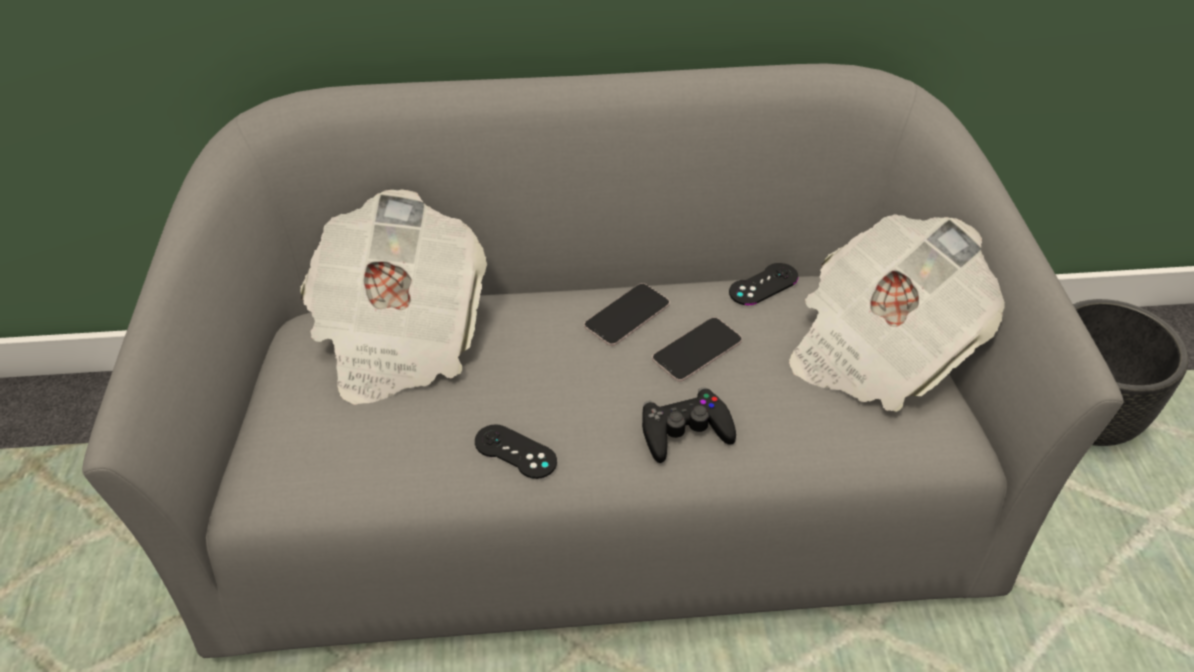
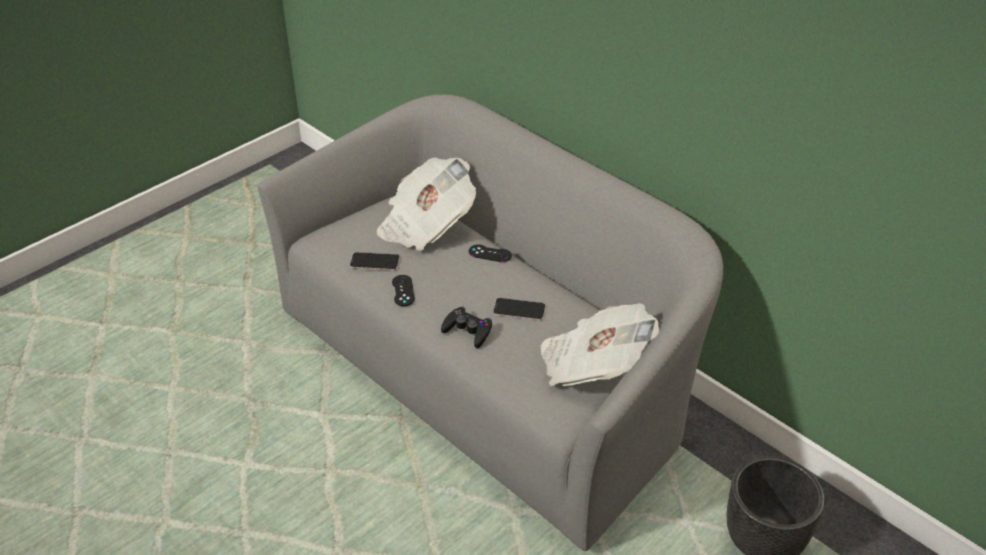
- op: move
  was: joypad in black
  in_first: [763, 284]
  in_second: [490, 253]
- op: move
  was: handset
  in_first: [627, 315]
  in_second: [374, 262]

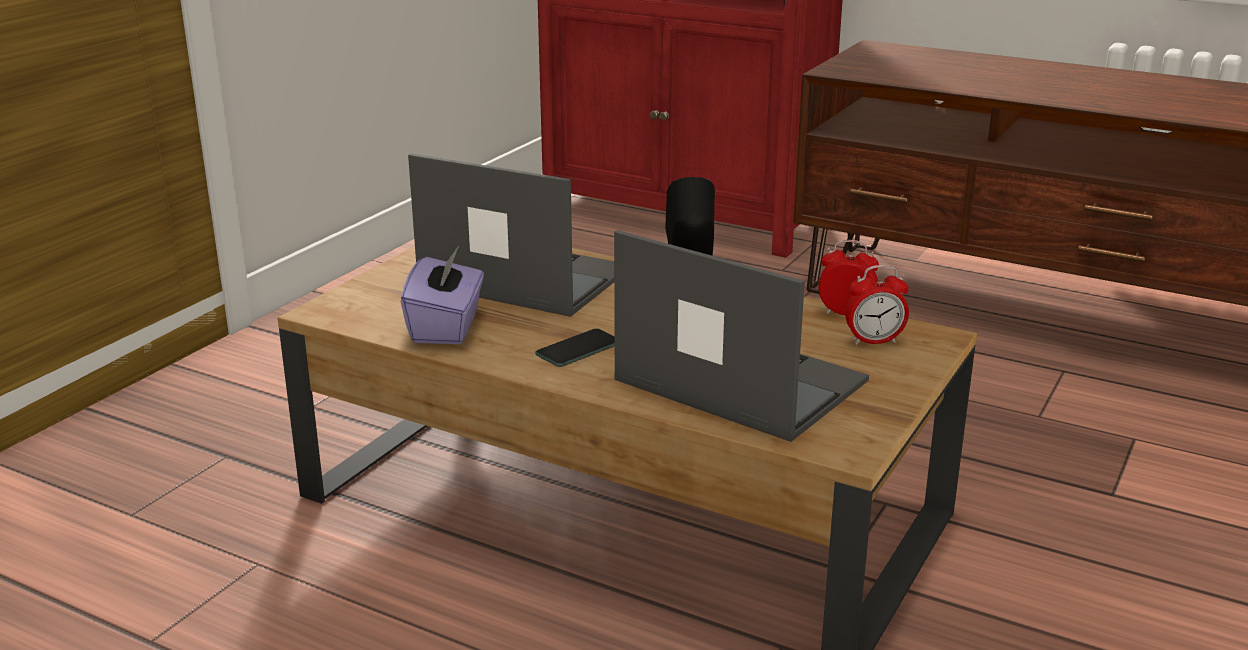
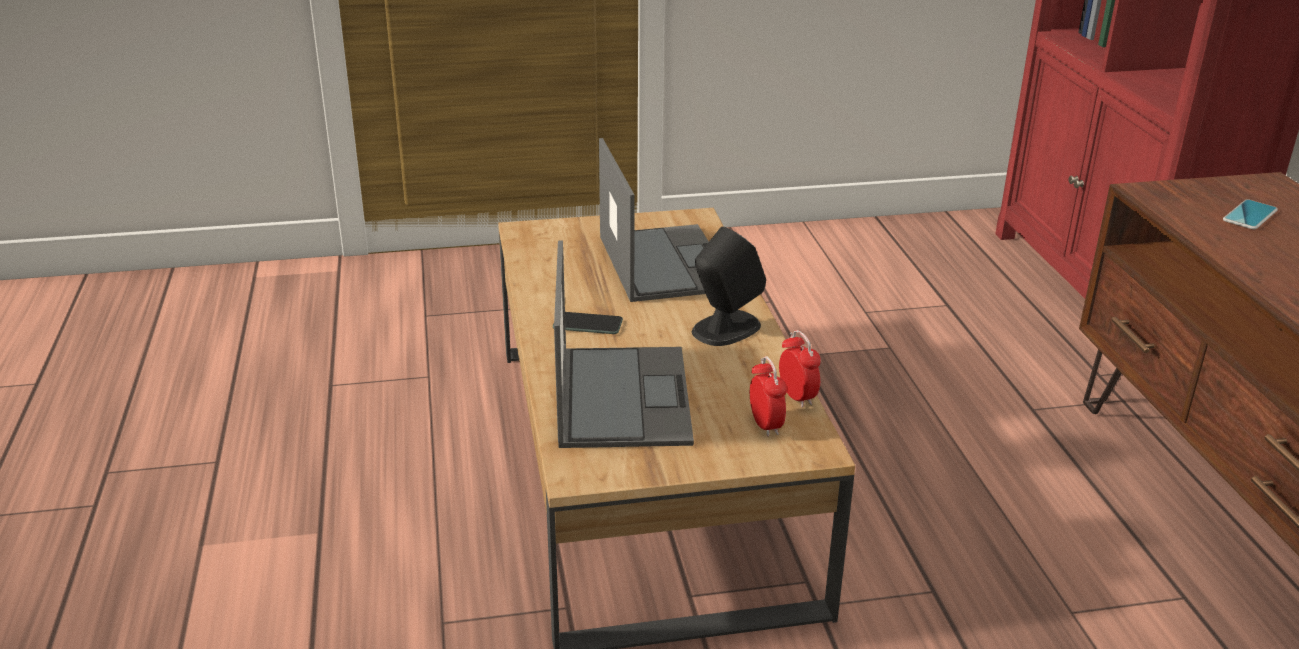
- op: delete
  was: tissue box in purplish
  in_first: [447, 327]
- op: rotate
  was: bedside clock
  in_first: [874, 341]
  in_second: [765, 425]
  clockwise: -150
- op: insert
  now: handset
  in_second: [1249, 215]

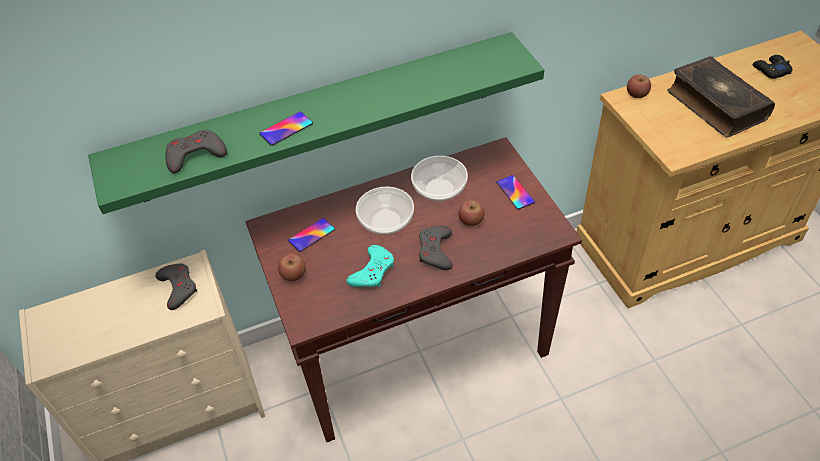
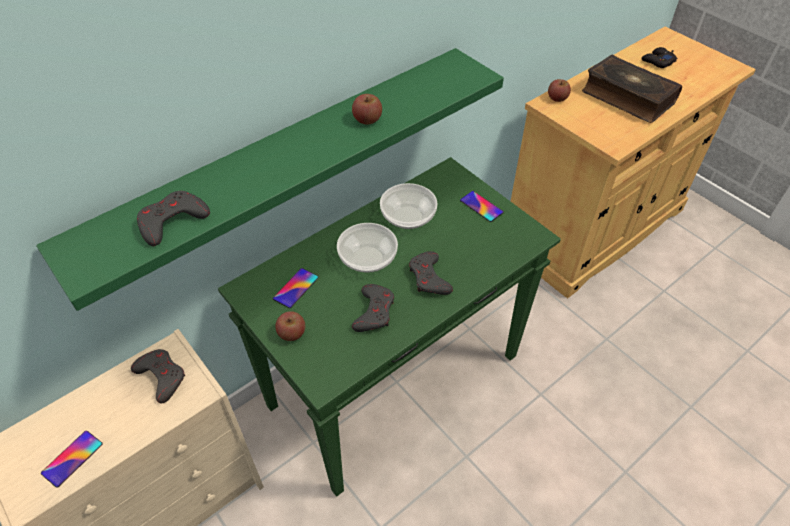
- op: move
  was: handset
  in_first: [286, 129]
  in_second: [72, 458]
- op: recolor
  was: console table in brown
  now: console table in greenish
  in_first: [419, 348]
  in_second: [395, 379]
- op: move
  was: apple
  in_first: [471, 220]
  in_second: [367, 119]
- op: recolor
  was: joypad in turquoise-coloured
  now: joypad in grey
  in_first: [372, 271]
  in_second: [374, 311]

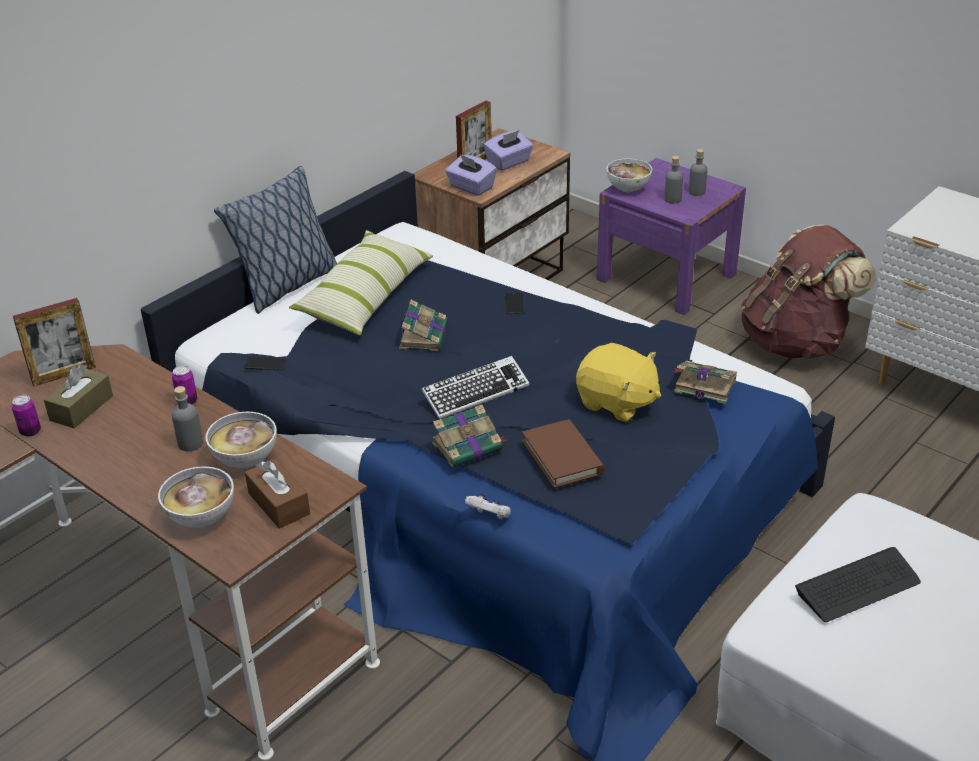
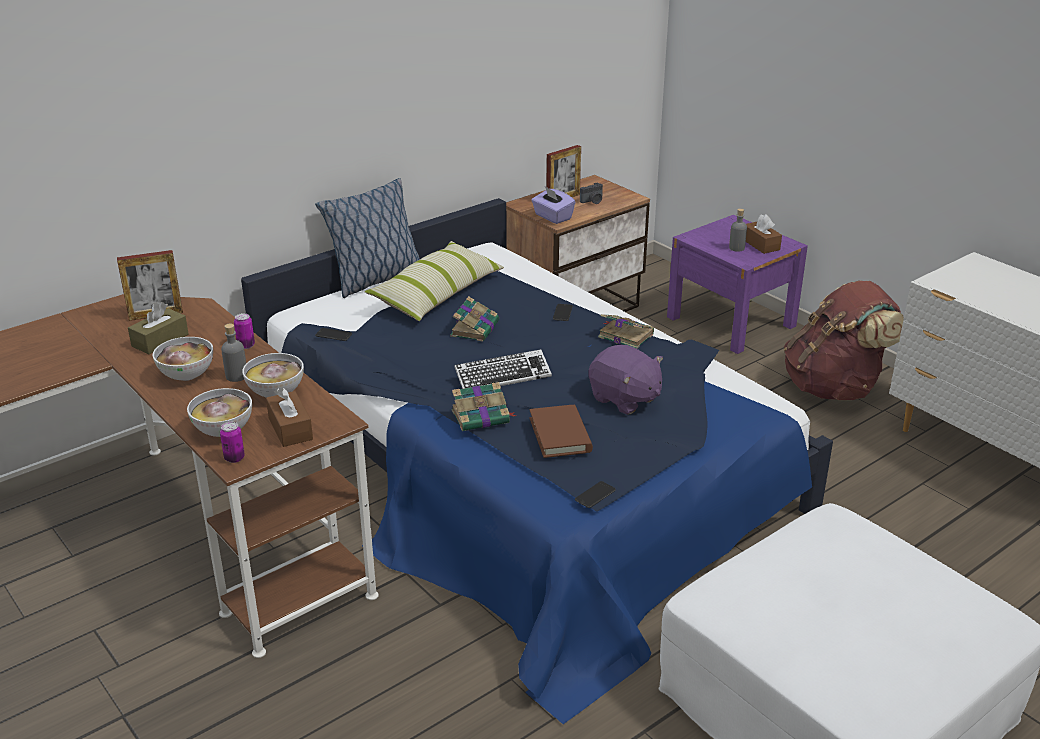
- op: replace
  was: tissue box in purplish
  now: still camera
  in_first: [509, 162]
  in_second: [592, 201]
- op: replace
  was: bottle in grey
  now: tissue box in brown
  in_first: [696, 192]
  in_second: [760, 244]
- op: move
  was: serving bowl
  in_first: [628, 189]
  in_second: [187, 375]
- op: recolor
  was: soft toy in yellow
  now: soft toy in purplish
  in_first: [616, 403]
  in_second: [624, 399]
- op: move
  was: bound book
  in_first: [703, 385]
  in_second: [624, 335]
- op: move
  was: sealed can
  in_first: [30, 431]
  in_second: [234, 458]
- op: delete
  was: joypad in white
  in_first: [490, 516]
- op: delete
  was: keyboard
  in_first: [858, 586]
- op: insert
  now: handset
  in_second: [595, 495]

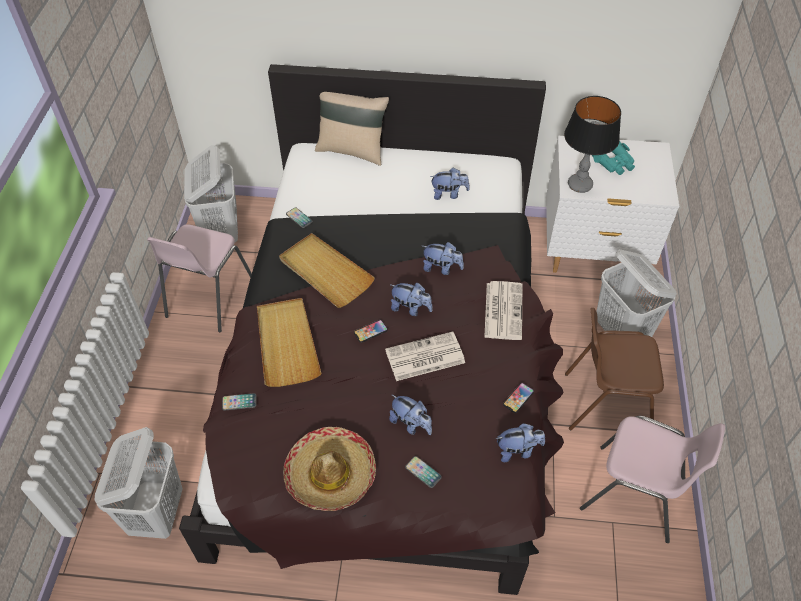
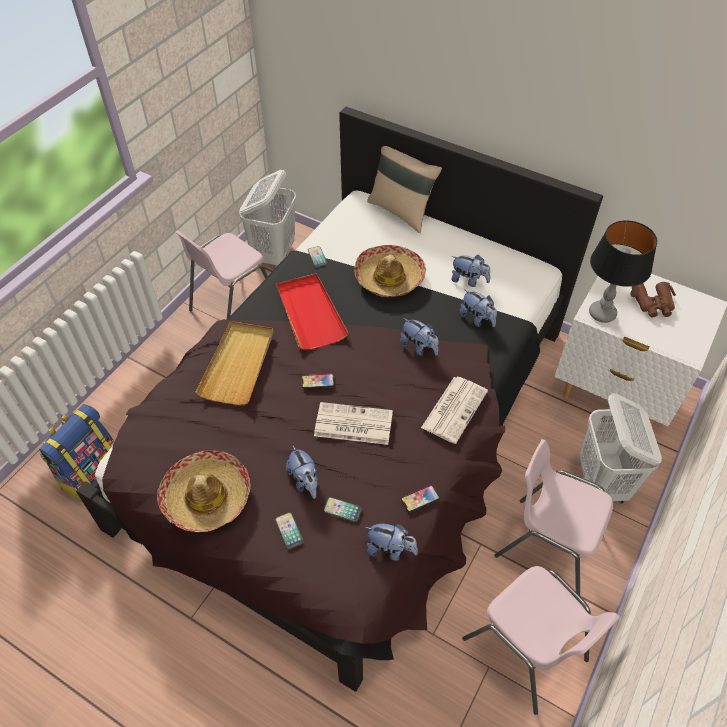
- op: recolor
  was: pair of binoculars in turquoise-coloured
  now: pair of binoculars in brown
  in_first: [614, 163]
  in_second: [653, 304]
- op: recolor
  was: serving tray in beige
  now: serving tray in reddish
  in_first: [325, 272]
  in_second: [310, 313]
- op: move
  was: soft toy
  in_first: [410, 308]
  in_second: [477, 319]
- op: recolor
  was: upright chair in brown
  now: upright chair in pink-coloured
  in_first: [606, 402]
  in_second: [547, 545]
- op: move
  was: handset
  in_first: [239, 402]
  in_second: [342, 510]
- op: replace
  was: laundry basket in white
  now: backpack
  in_first: [157, 513]
  in_second: [93, 473]
- op: insert
  now: wearable hat
  in_second: [389, 277]

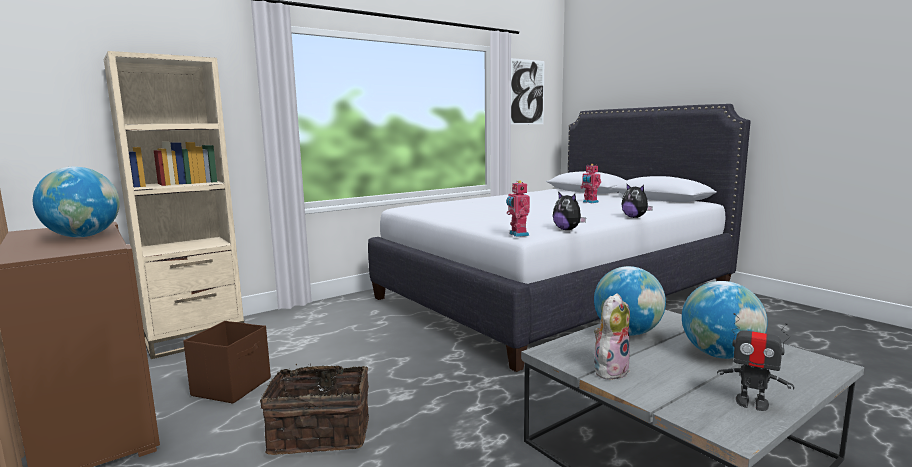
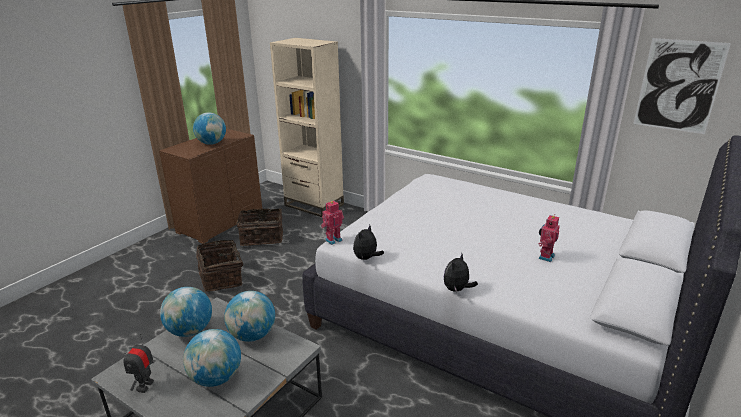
- op: replace
  was: soft toy
  now: world globe
  in_first: [610, 370]
  in_second: [190, 331]
- op: replace
  was: storage box in brown
  now: basket
  in_first: [233, 386]
  in_second: [262, 237]

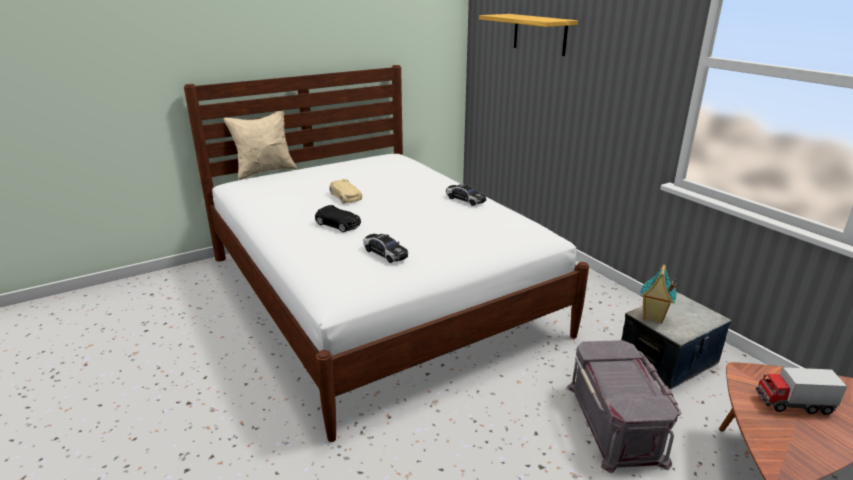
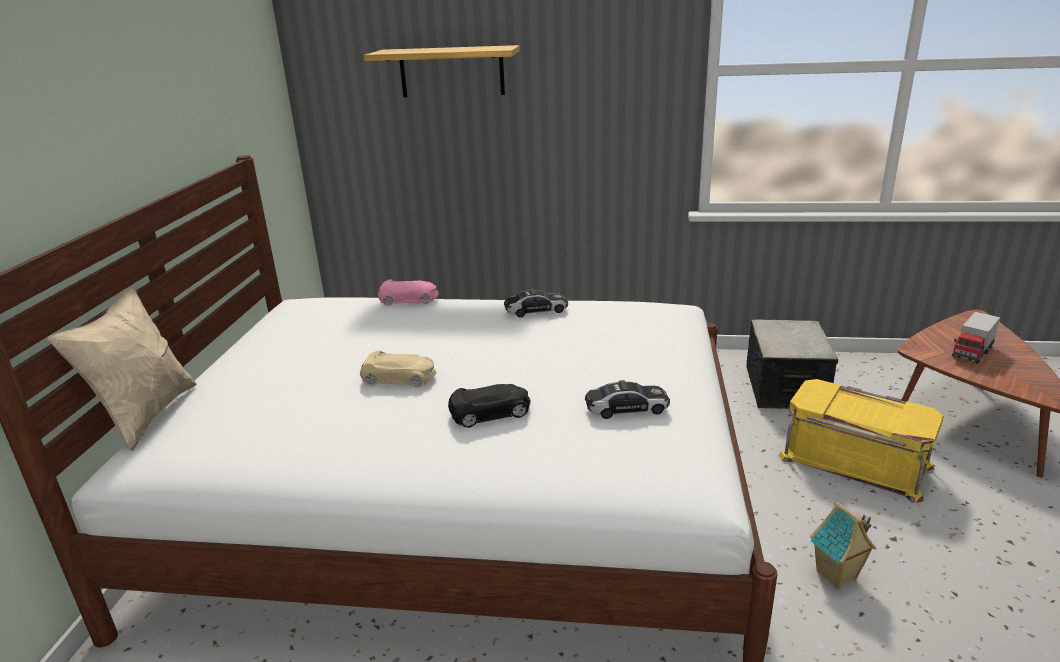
- op: move
  was: model house
  in_first: [652, 317]
  in_second: [836, 576]
- op: recolor
  was: storage box in grey
  now: storage box in yellow
  in_first: [616, 422]
  in_second: [855, 461]
- op: insert
  now: miniature car in pink-coloured
  in_second: [409, 299]

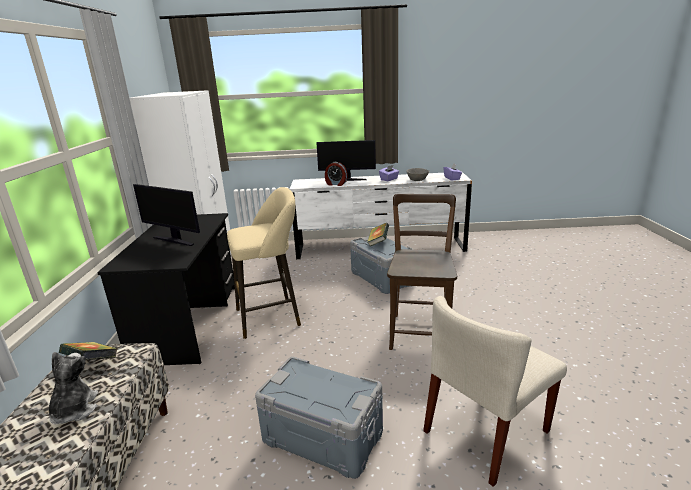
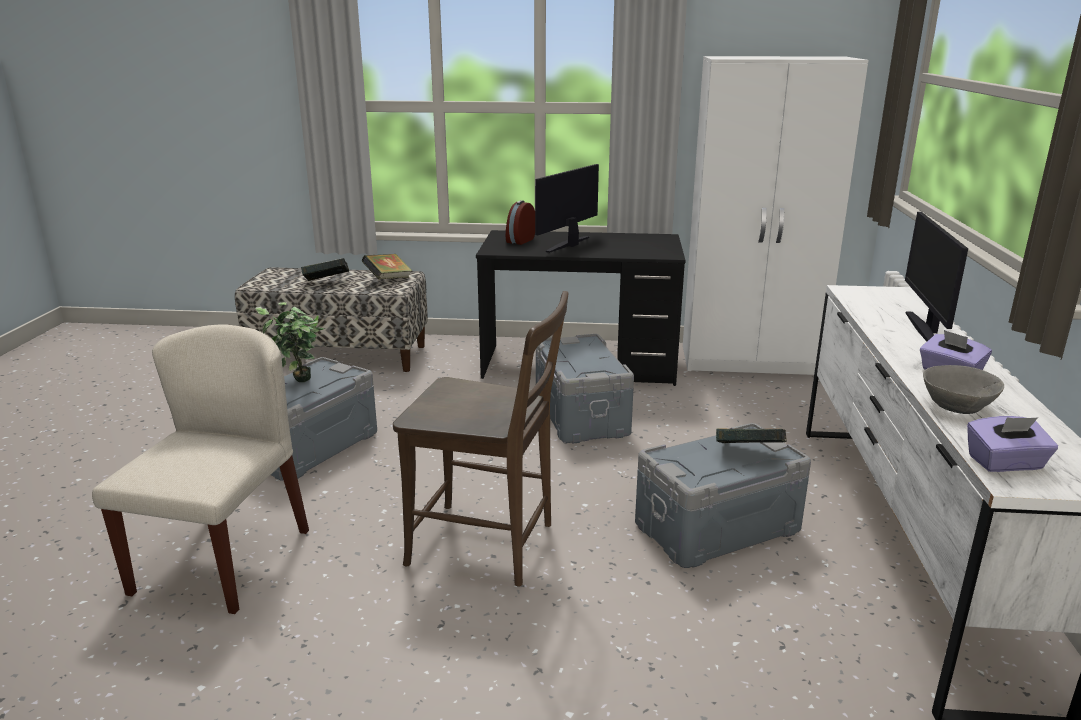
- op: move
  was: bedside clock
  in_first: [336, 184]
  in_second: [519, 240]
- op: replace
  was: sitting stool in beige
  now: storage box in grey
  in_first: [272, 316]
  in_second: [580, 415]
- op: rotate
  was: upright chair in beige
  in_first: [486, 432]
  in_second: [222, 560]
  clockwise: 45
- op: replace
  was: soft toy
  now: bound book
  in_first: [74, 410]
  in_second: [326, 283]
- op: insert
  now: plant in a pot
  in_second: [299, 384]

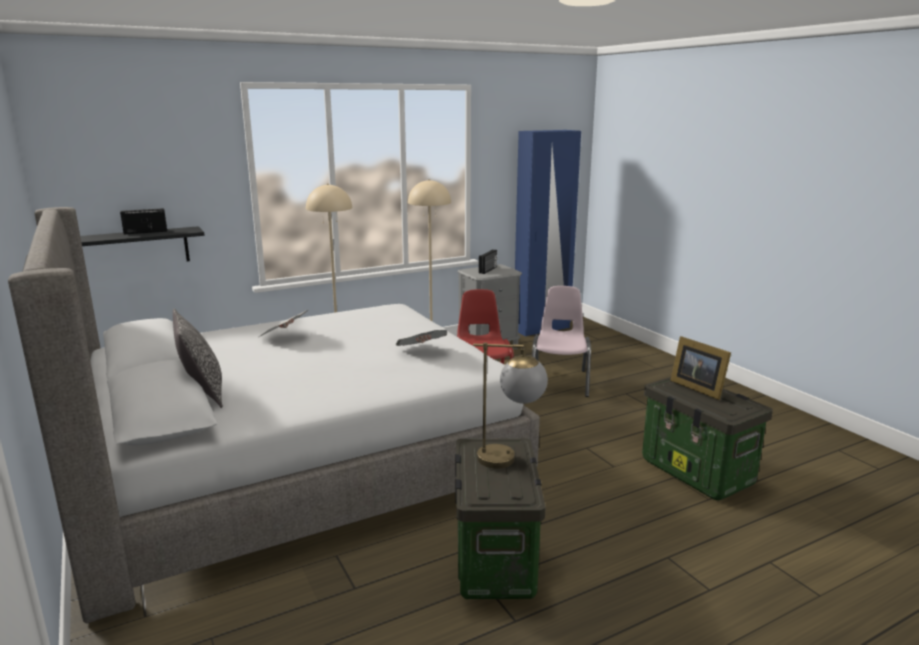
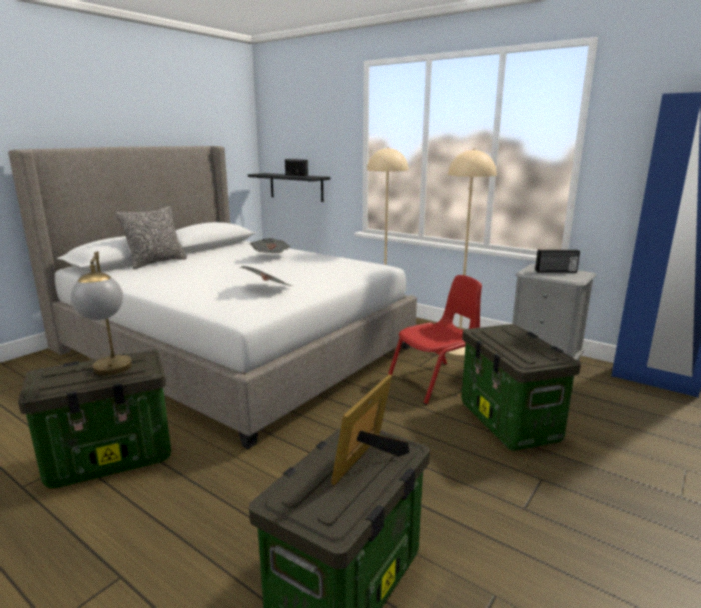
- op: replace
  was: upright chair in pink-coloured
  now: storage box
  in_first: [560, 382]
  in_second: [510, 422]

